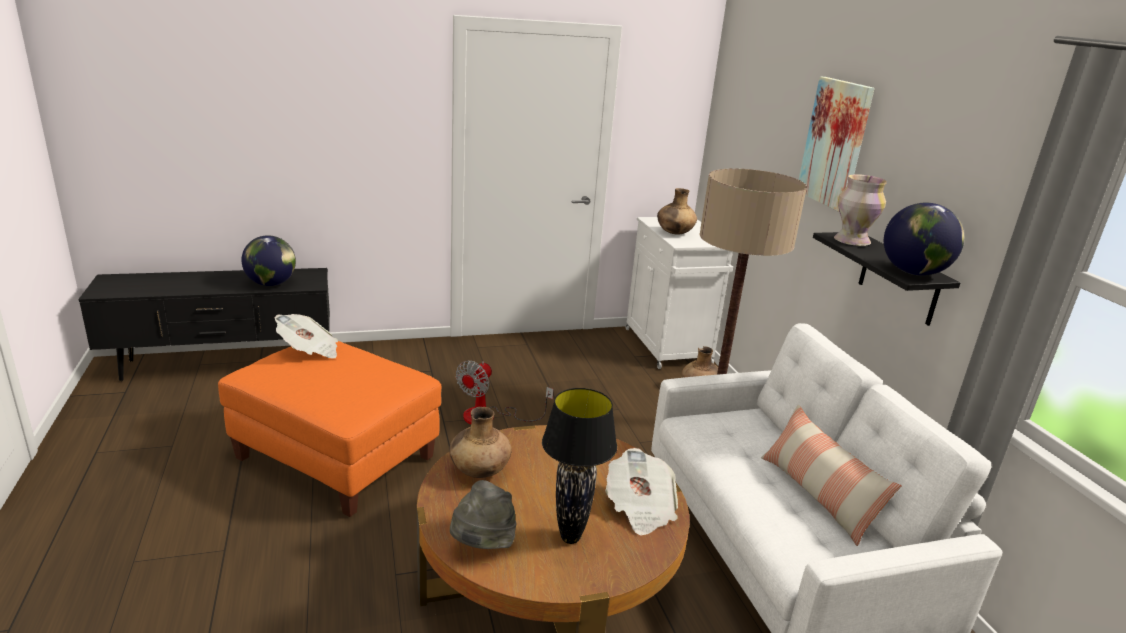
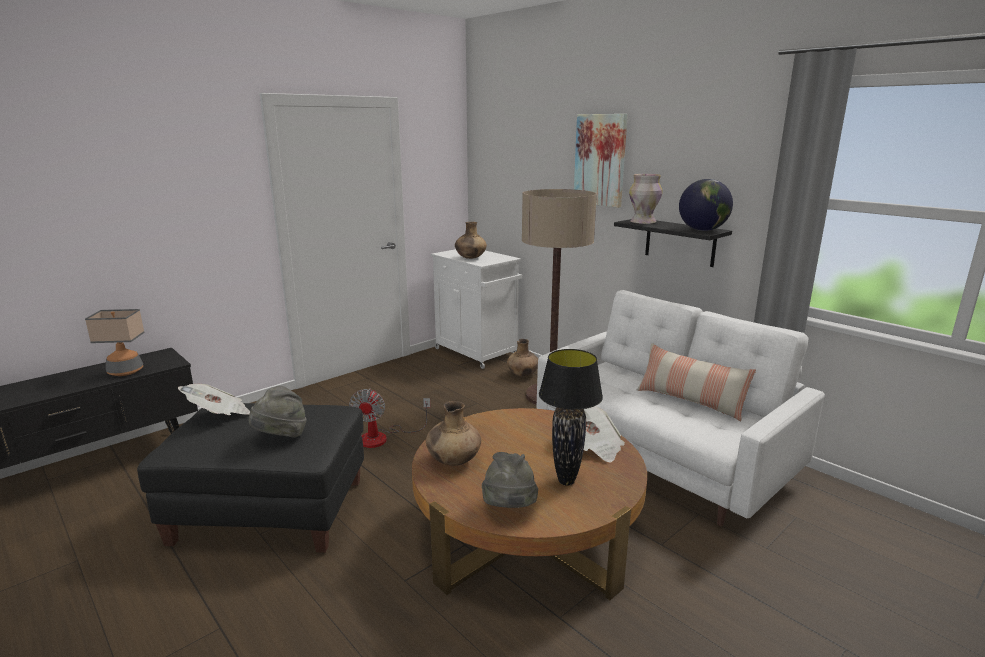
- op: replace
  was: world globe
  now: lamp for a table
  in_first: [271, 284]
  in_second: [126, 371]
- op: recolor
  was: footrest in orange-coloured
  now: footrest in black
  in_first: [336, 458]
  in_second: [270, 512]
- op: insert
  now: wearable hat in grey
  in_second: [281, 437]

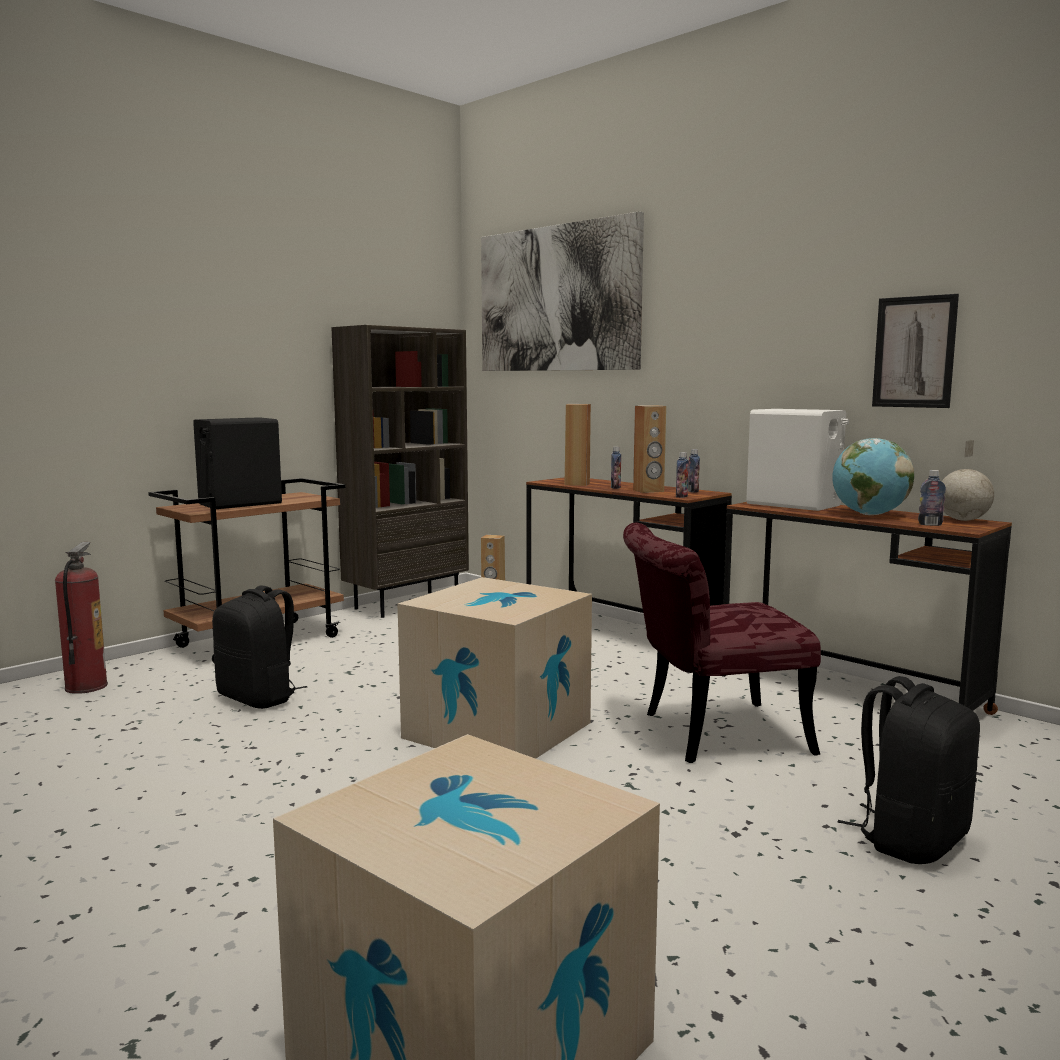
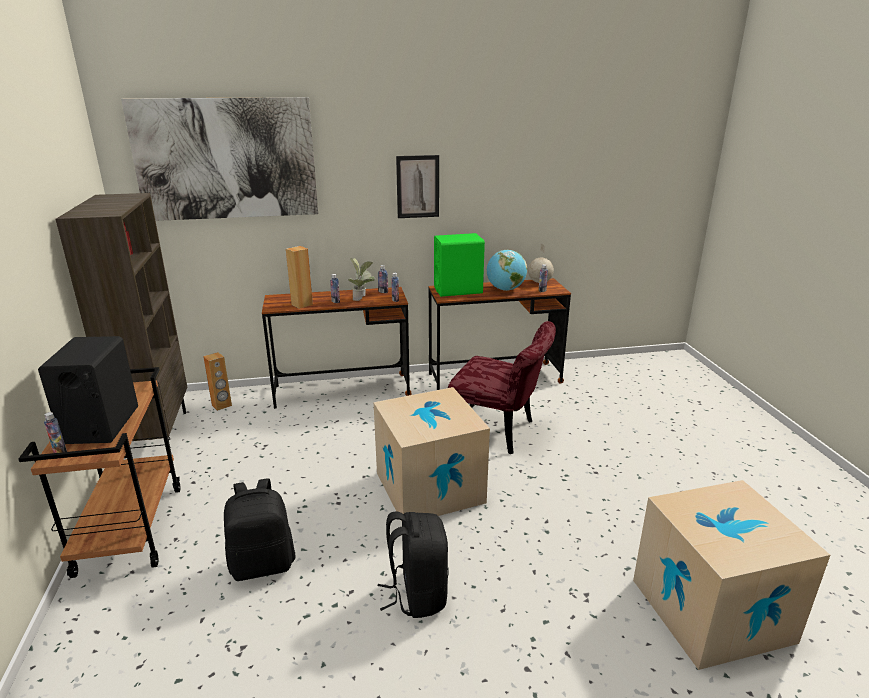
- op: move
  was: wall art
  in_first: [914, 352]
  in_second: [418, 186]
- op: replace
  was: loudspeaker in brown
  now: plant in a pot
  in_first: [648, 491]
  in_second: [362, 299]
- op: recolor
  was: loudspeaker in white
  now: loudspeaker in greenish
  in_first: [794, 504]
  in_second: [458, 290]
- op: rotate
  was: upright chair in reddish
  in_first: [708, 734]
  in_second: [499, 432]
  clockwise: -90
- op: delete
  was: extinguisher
  in_first: [86, 686]
- op: move
  was: backpack in black
  in_first: [910, 839]
  in_second: [417, 594]
- op: insert
  now: bottle
  in_second: [60, 452]

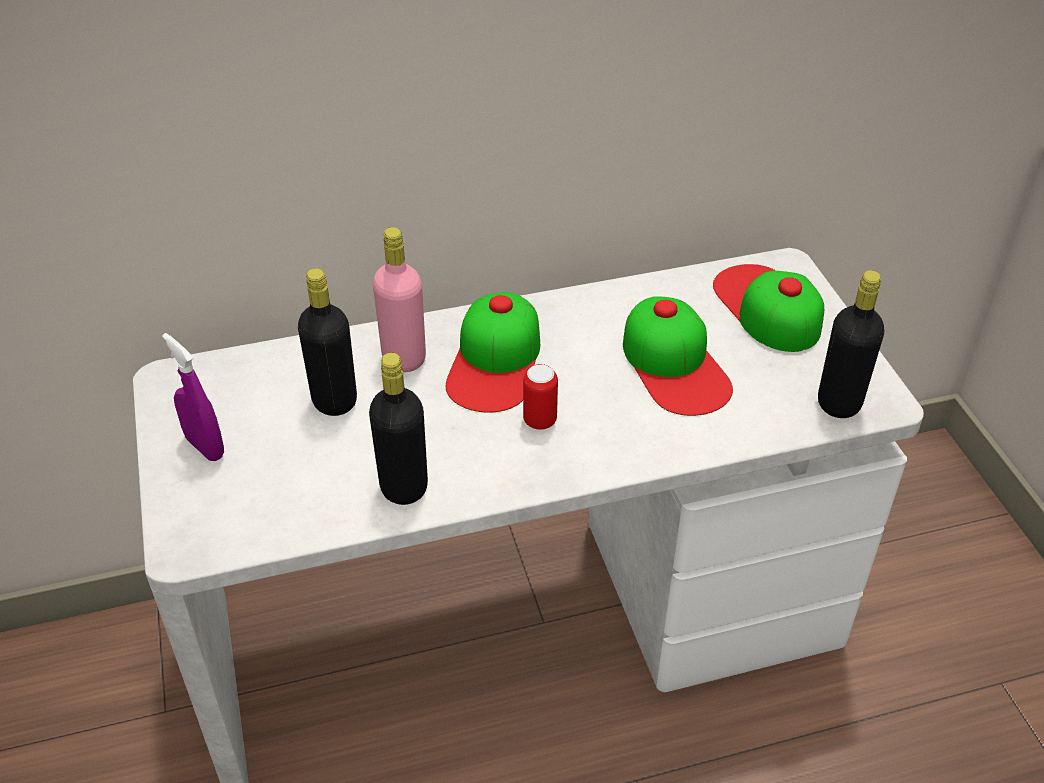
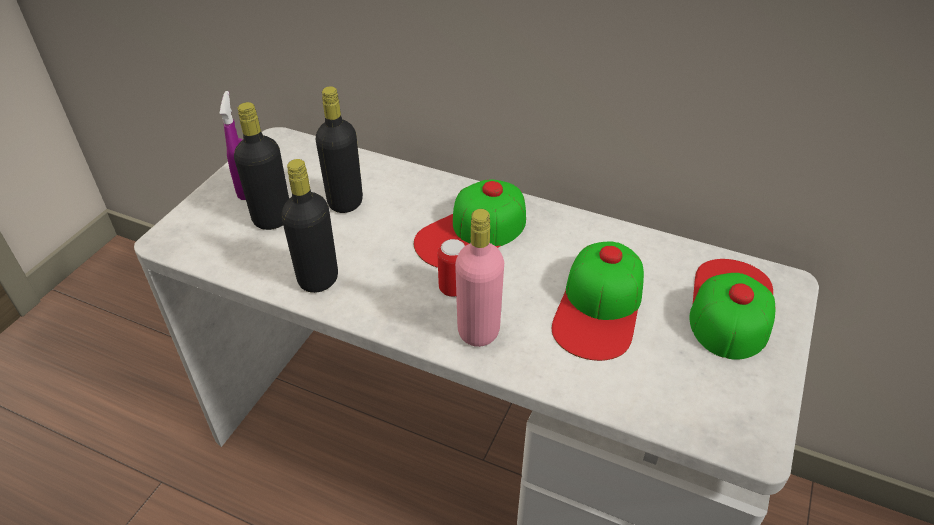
- op: move
  was: bottle in pink-coloured
  in_first: [404, 358]
  in_second: [478, 331]
- op: move
  was: bottle in black
  in_first: [839, 403]
  in_second: [272, 219]

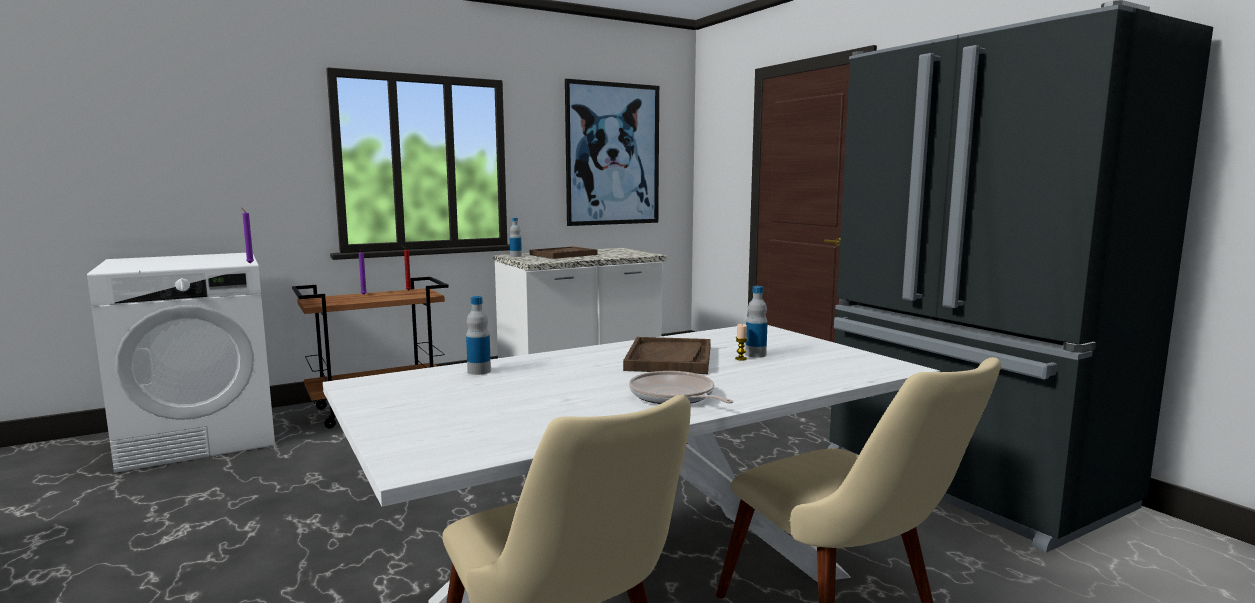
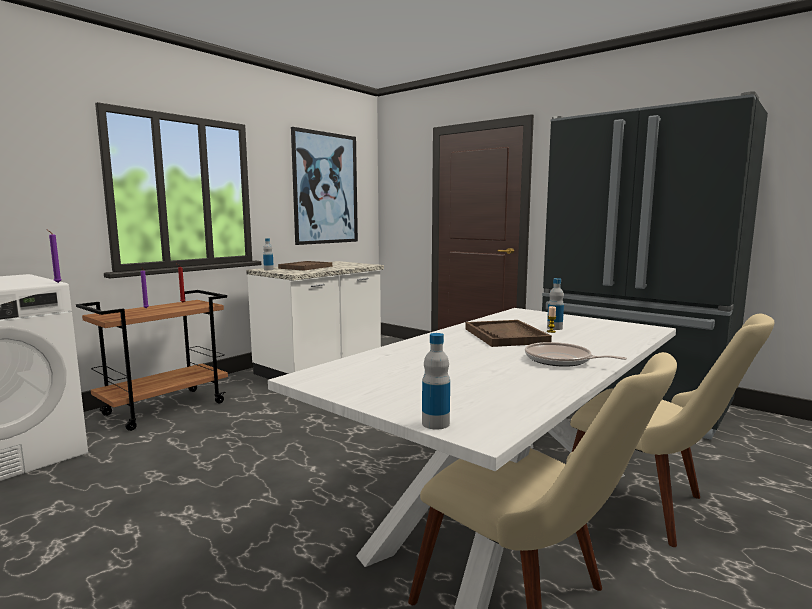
- op: move
  was: bottle
  in_first: [479, 371]
  in_second: [435, 423]

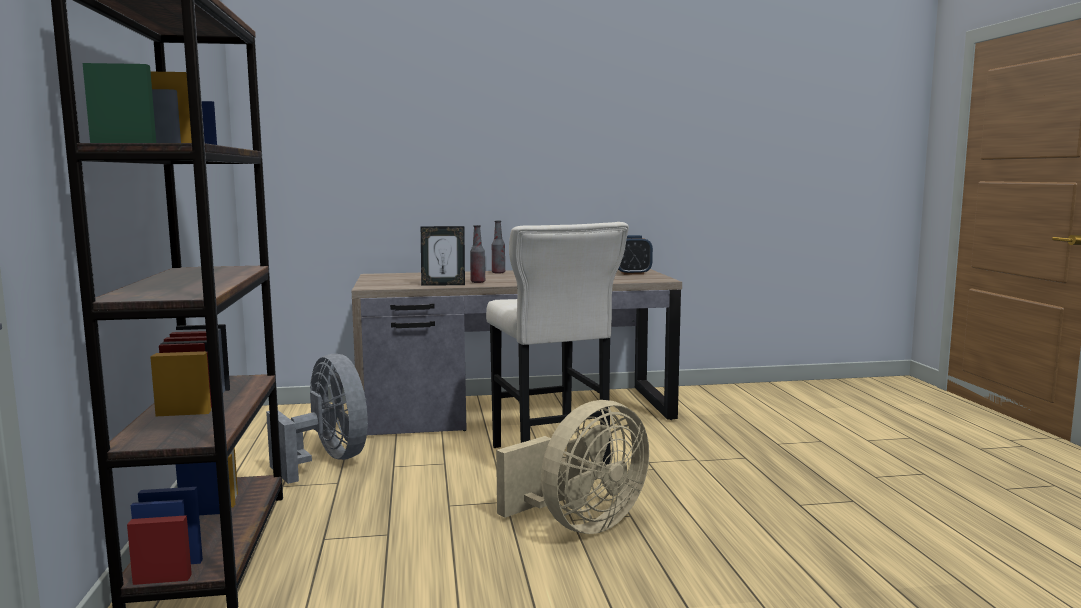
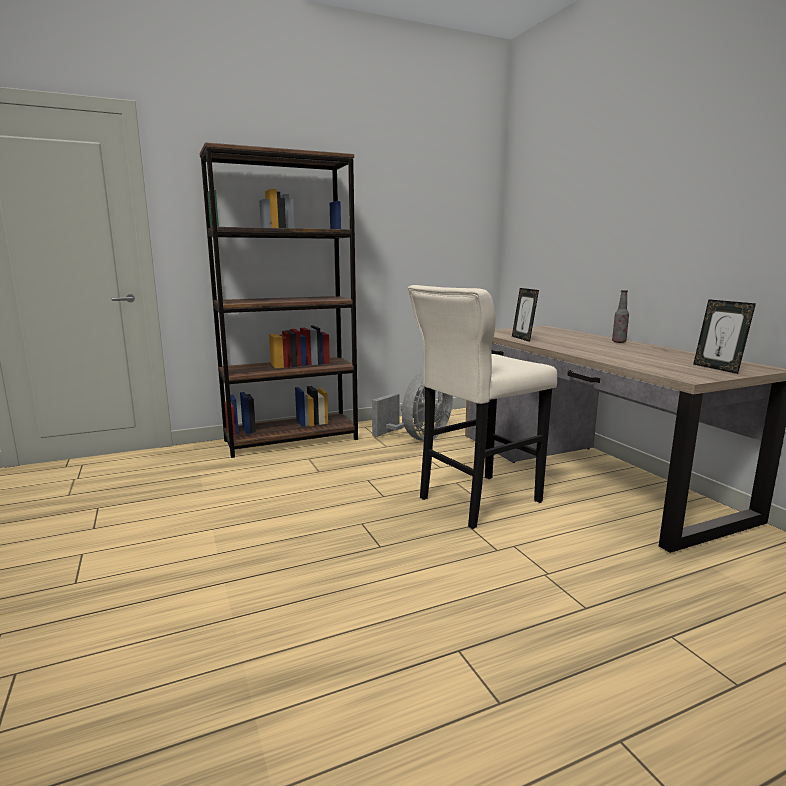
- op: delete
  was: bottle
  in_first: [478, 282]
- op: replace
  was: bedside clock
  now: standing frame
  in_first: [632, 273]
  in_second: [717, 368]
- op: delete
  was: fan in beige
  in_first: [581, 525]

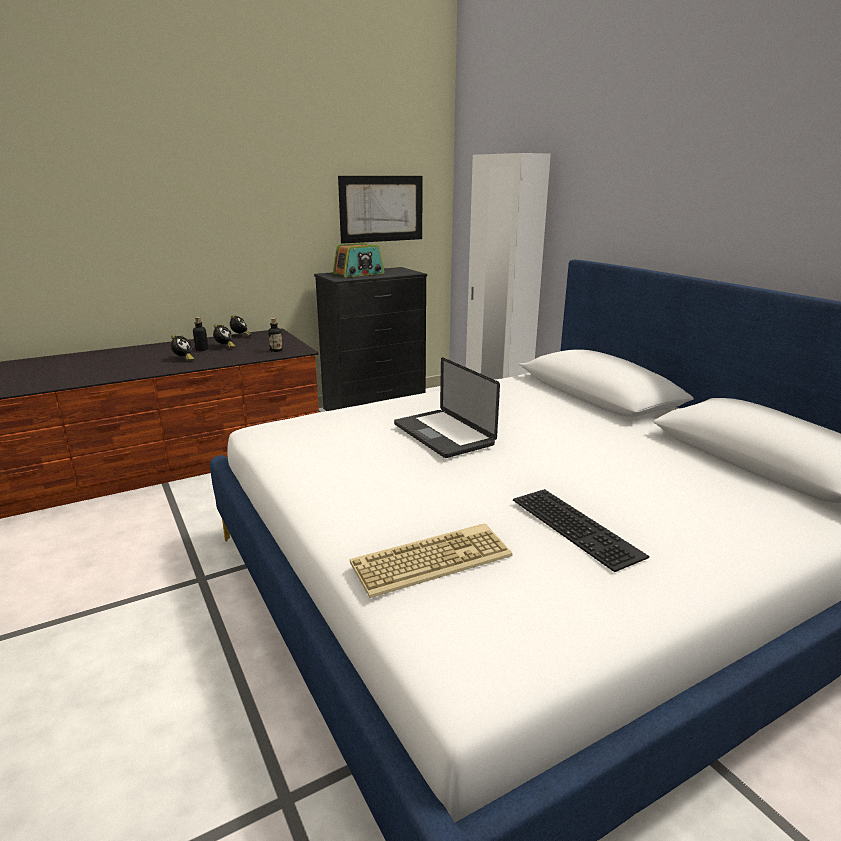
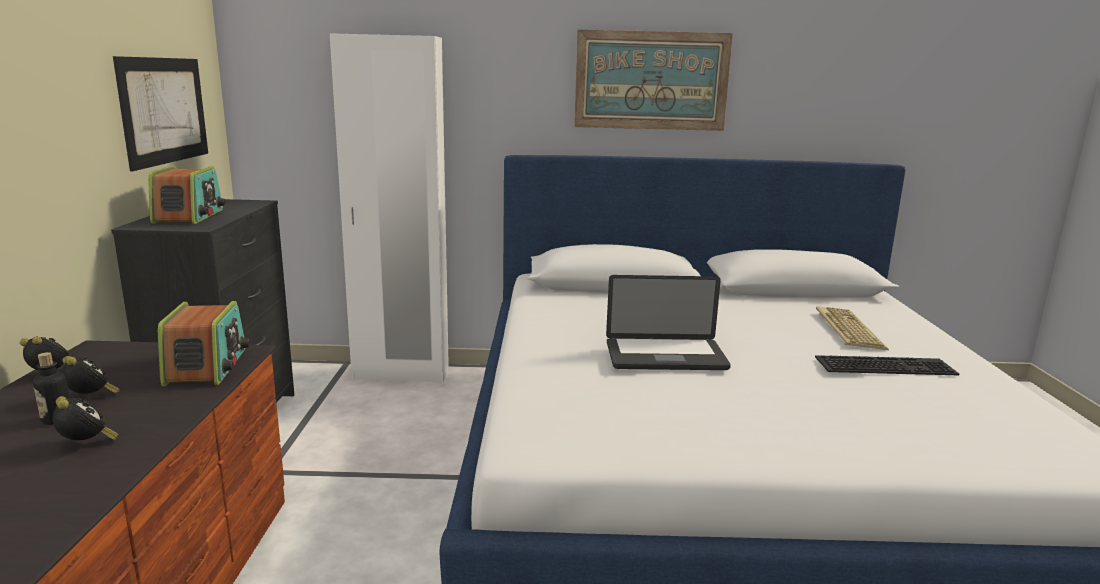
- op: replace
  was: bottle
  now: radio
  in_first: [276, 350]
  in_second: [207, 367]
- op: move
  was: keyboard
  in_first: [432, 559]
  in_second: [847, 329]
- op: insert
  now: wall art
  in_second: [651, 81]

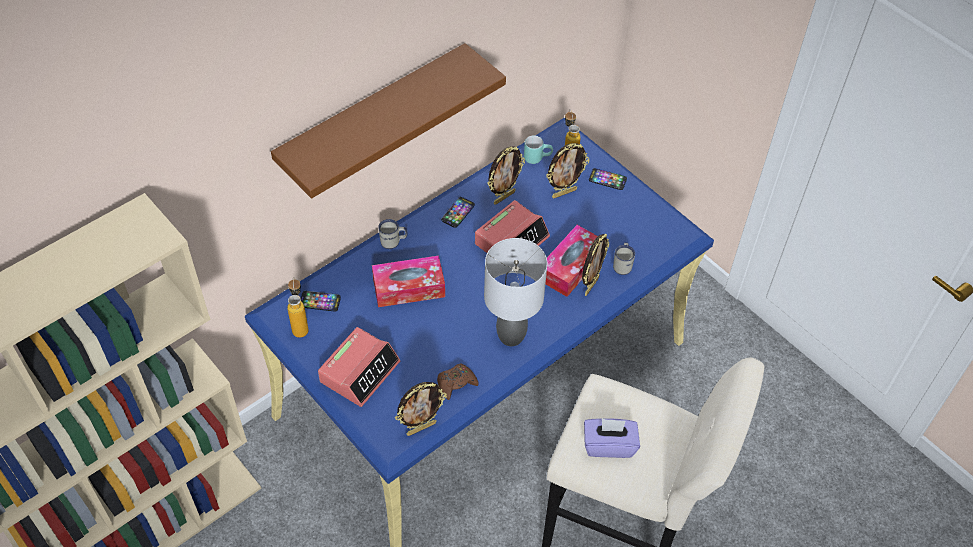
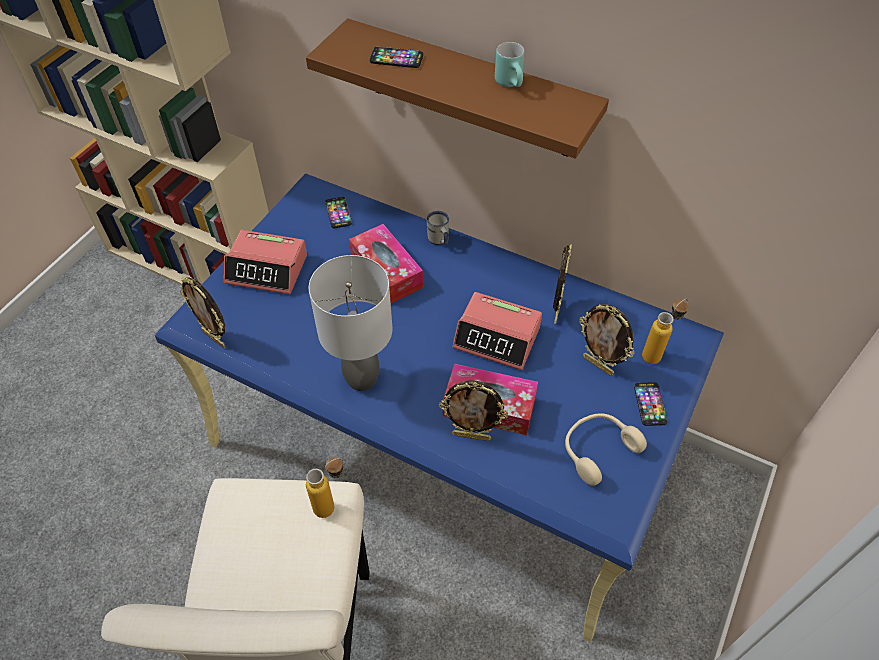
- op: move
  was: tea mug in turquoise-coloured
  in_first: [537, 157]
  in_second: [512, 84]
- op: rotate
  was: standing frame
  in_first: [503, 197]
  in_second: [555, 310]
  clockwise: -105
- op: move
  was: handset
  in_first: [458, 213]
  in_second: [396, 58]
- op: delete
  was: tea mug in white
  in_first: [623, 265]
- op: move
  was: bottle
  in_first: [300, 325]
  in_second: [332, 504]
- op: delete
  was: joypad in brown
  in_first: [456, 383]
- op: delete
  was: tissue box in purplish
  in_first: [609, 445]
- op: insert
  now: headset in beige
  in_second: [597, 449]

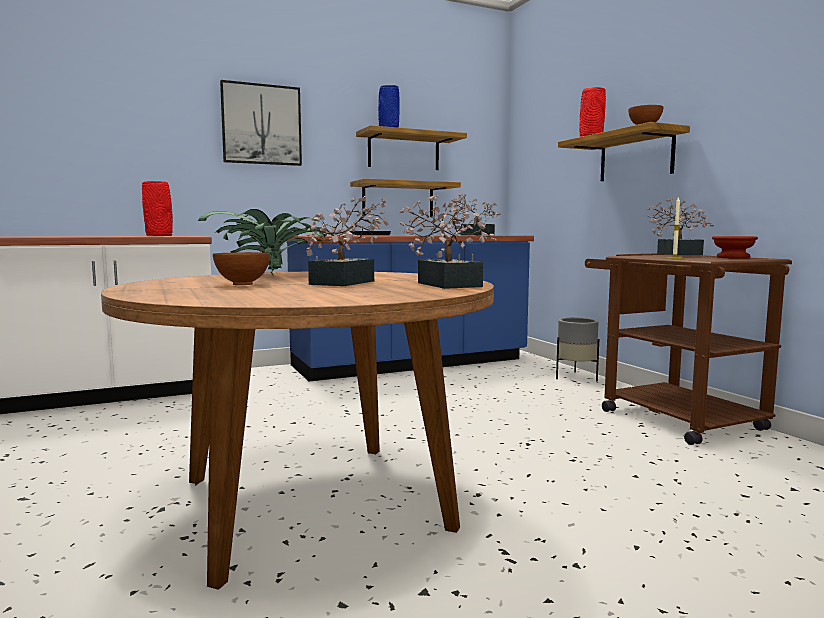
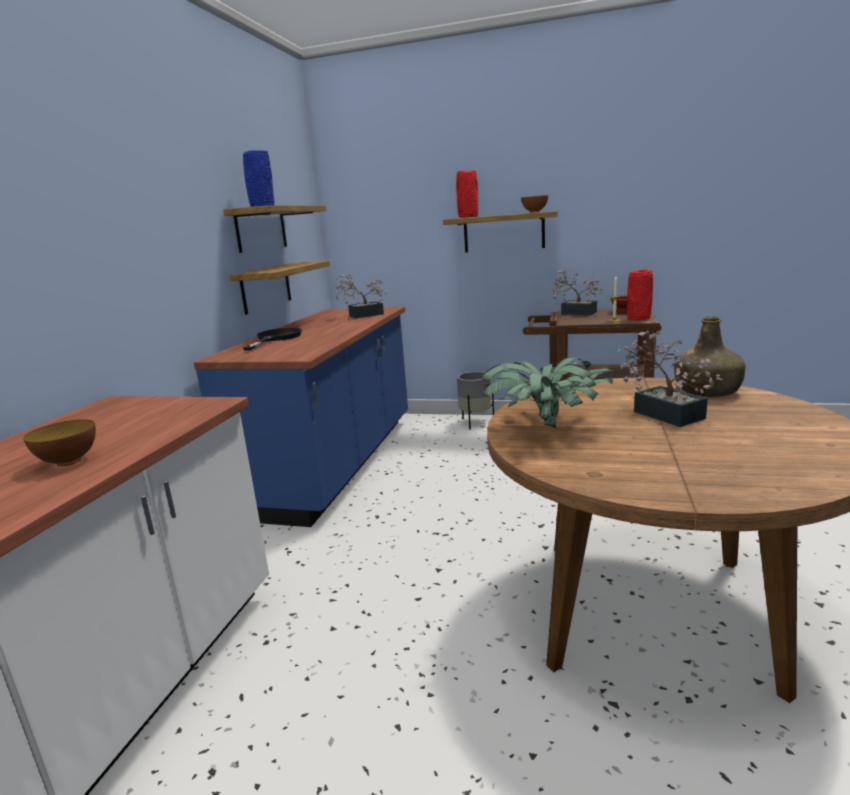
- op: delete
  was: wall art
  in_first: [261, 124]
- op: move
  was: vase in reddish
  in_first: [160, 236]
  in_second: [638, 318]
- op: replace
  was: plant in a pot
  now: bottle in greenish
  in_first: [446, 284]
  in_second: [707, 391]
- op: move
  was: serving bowl
  in_first: [242, 284]
  in_second: [69, 462]

